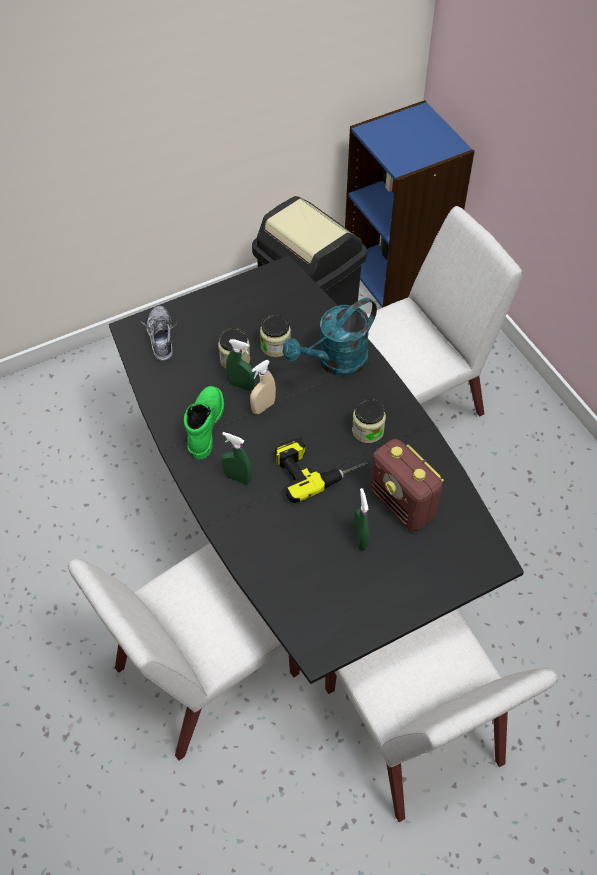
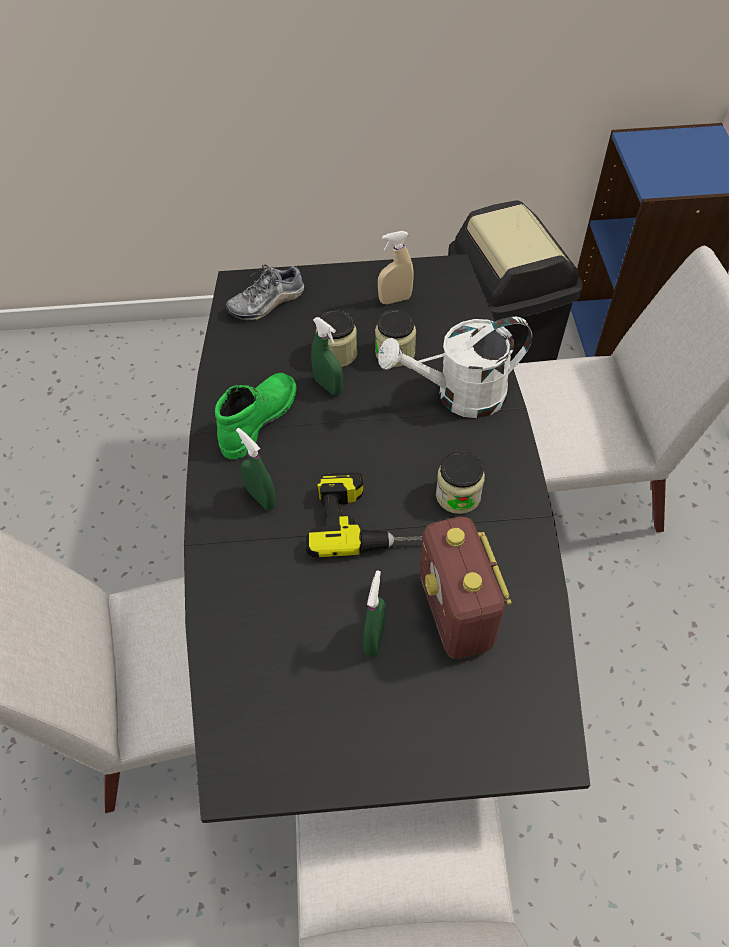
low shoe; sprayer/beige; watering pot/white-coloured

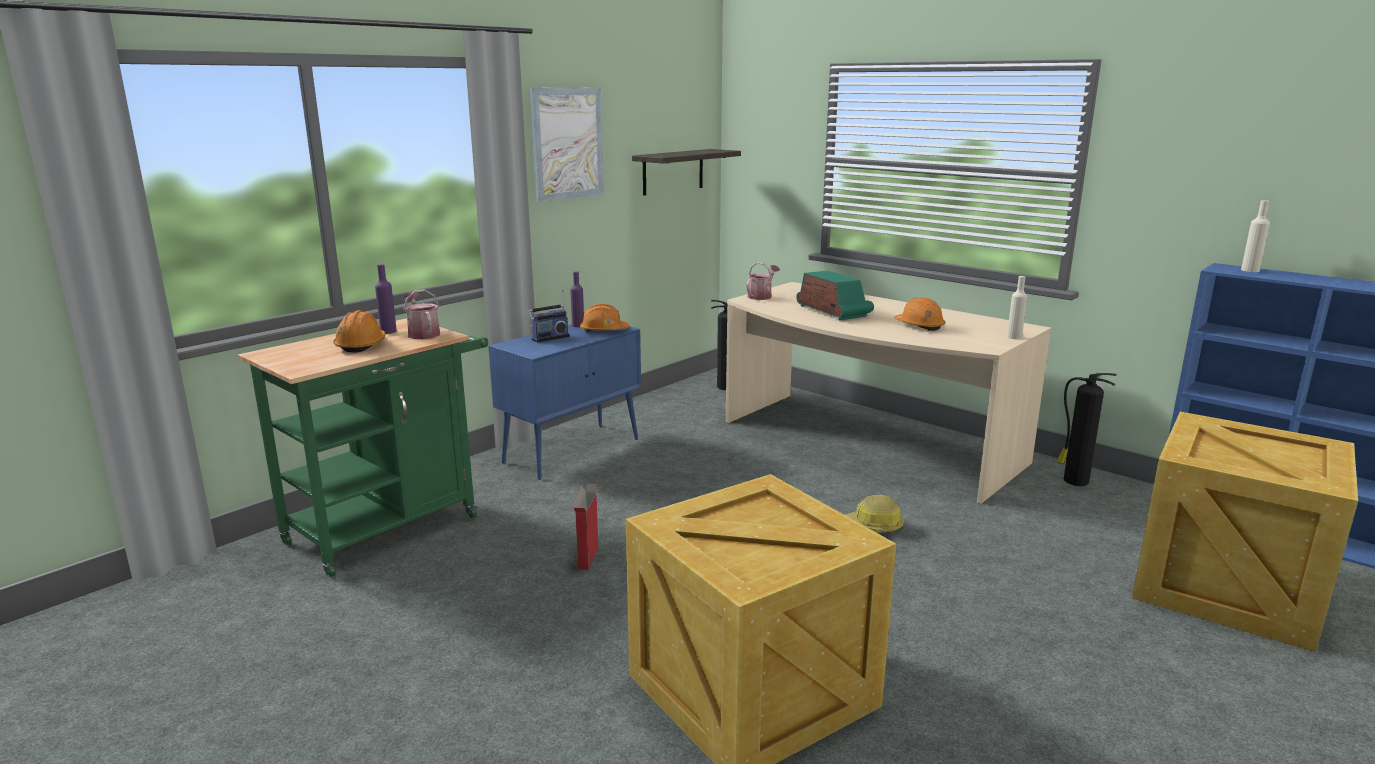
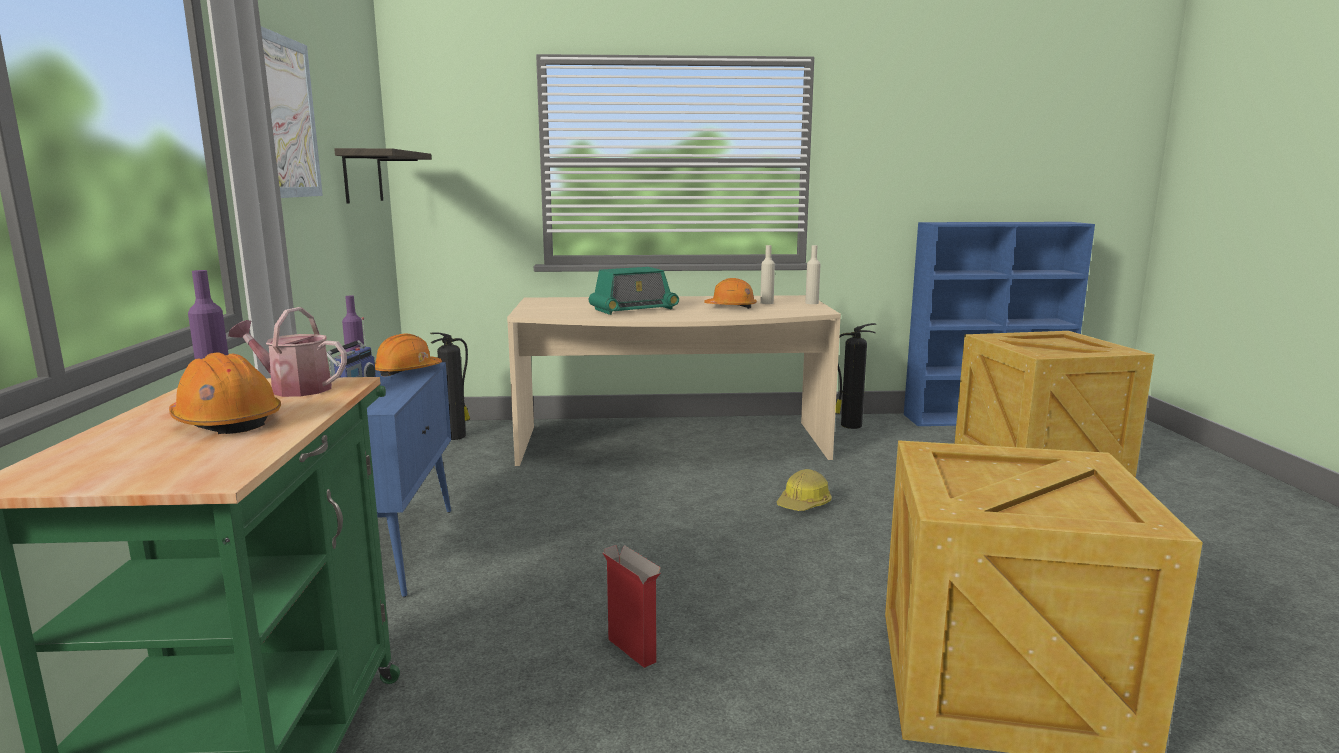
watering pot (2nd from left in the first image); radio receiver (2nd from left); beverage bottle/beige (1st from left)

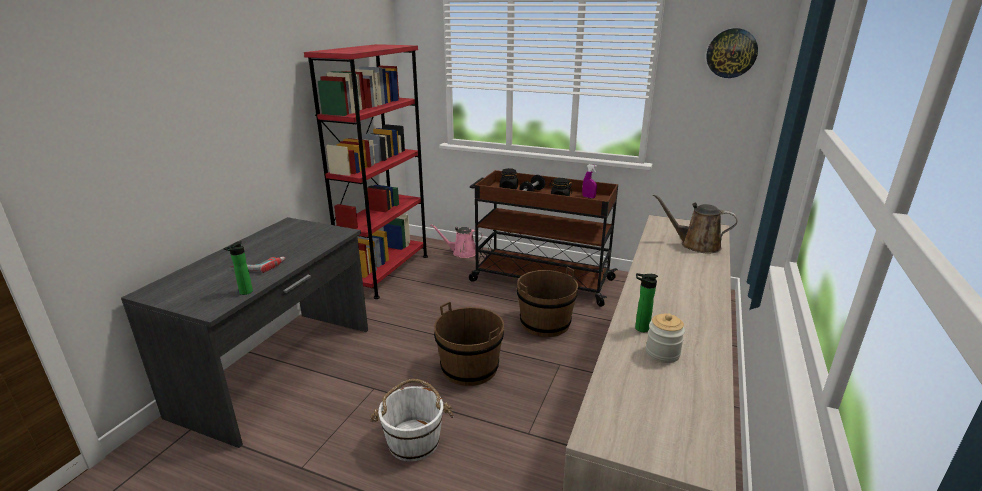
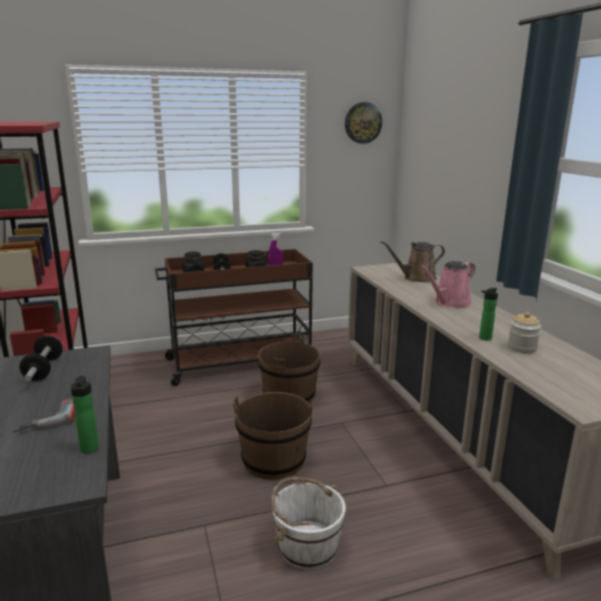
watering pot/pink-coloured; free weight (1st from left)

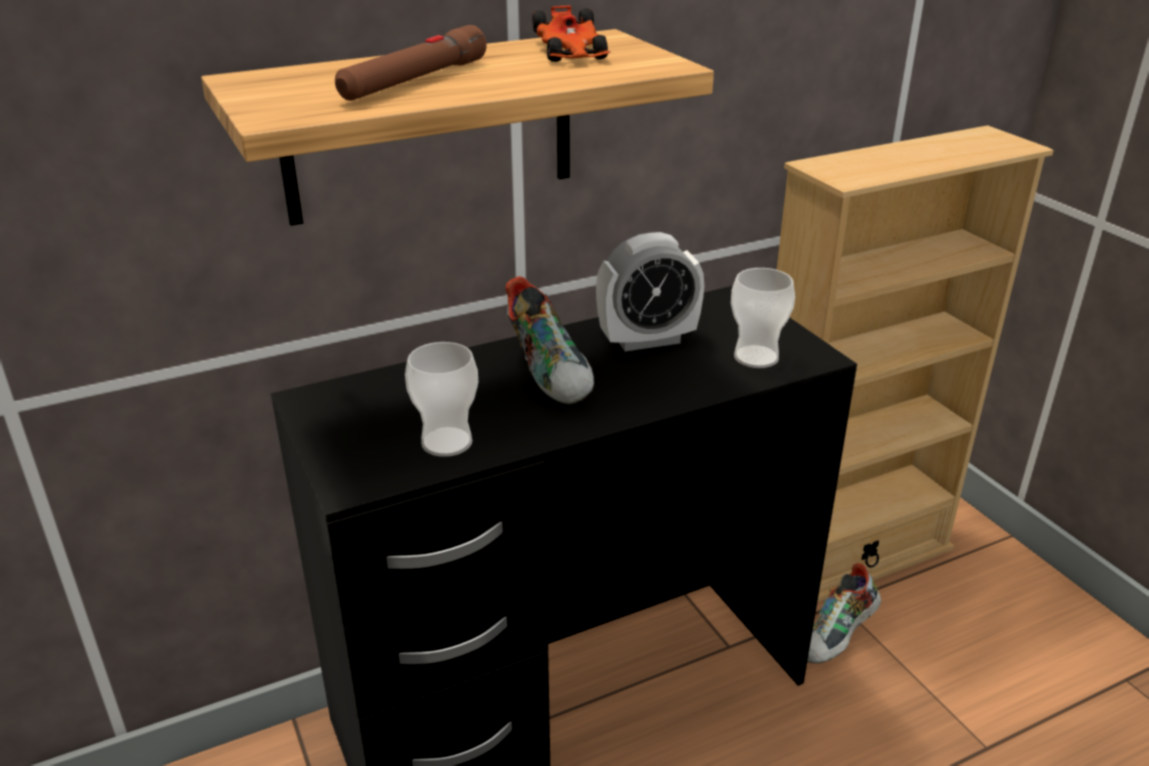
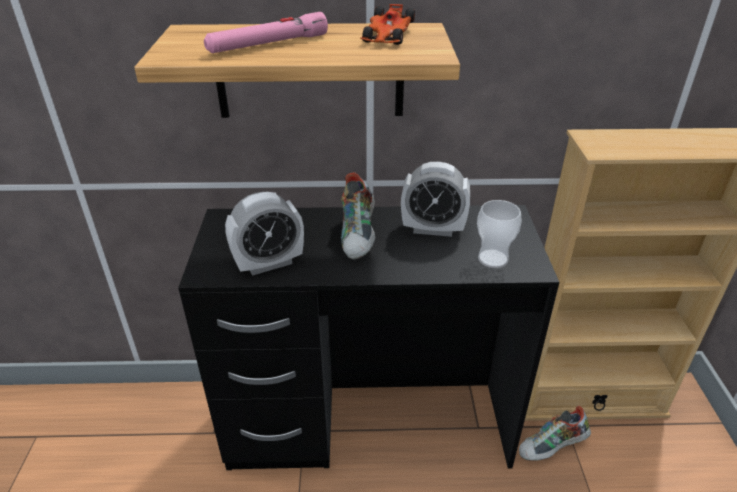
flashlight/pink-coloured; bedside clock (1st from left)

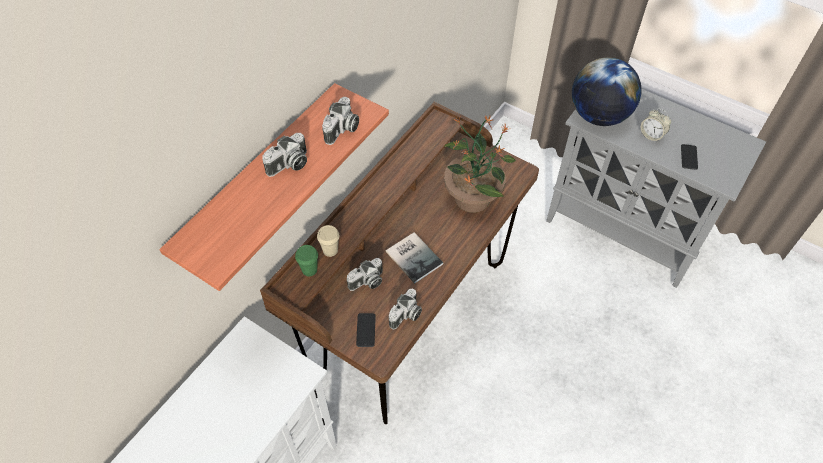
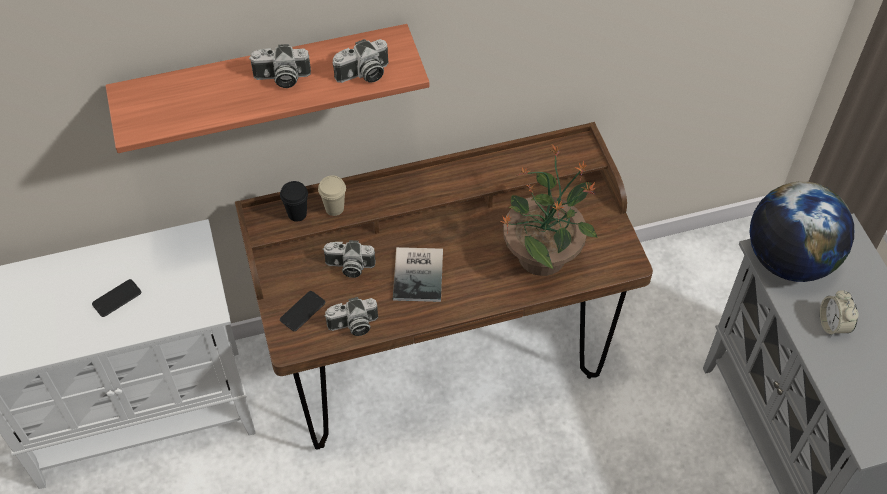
drinking cup/black-coloured; telephone (1st from left)

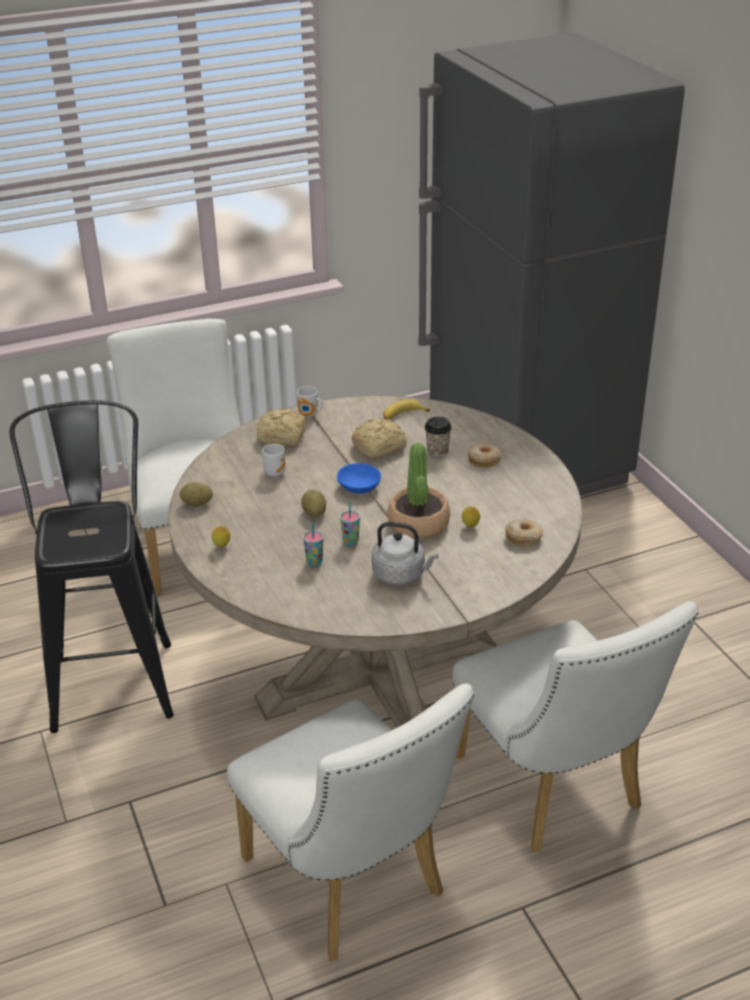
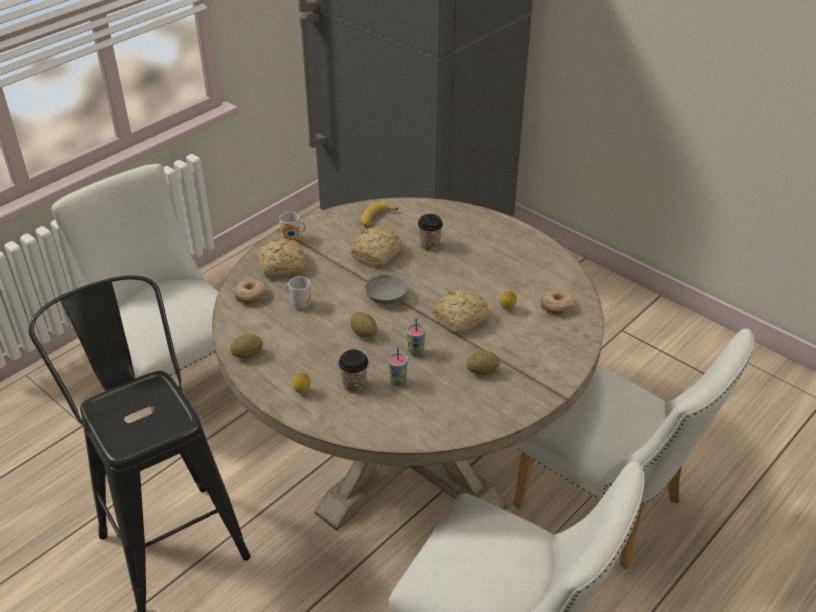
deep dish/gray; whole potato (3rd from left); bread (3rd from left); doughnut (1st from left); drinking cup (1st from left)

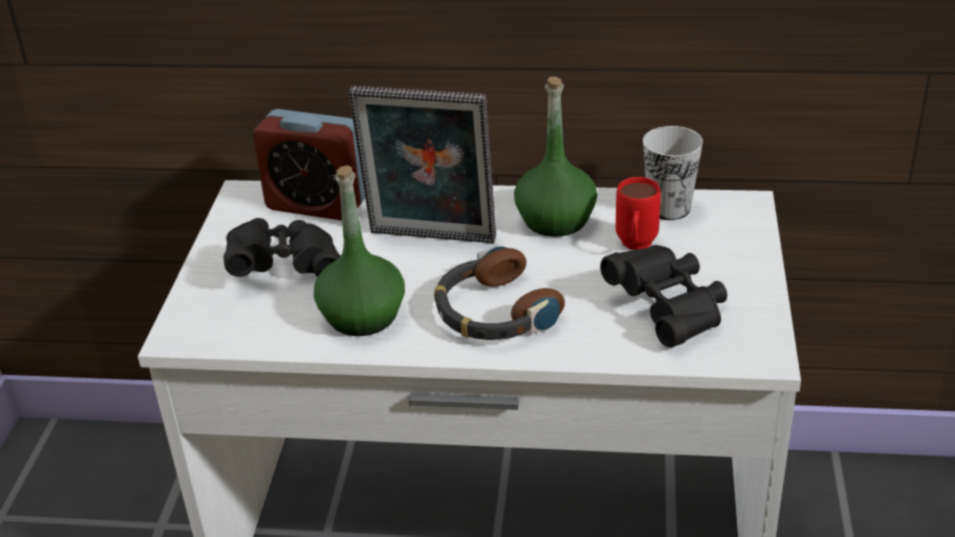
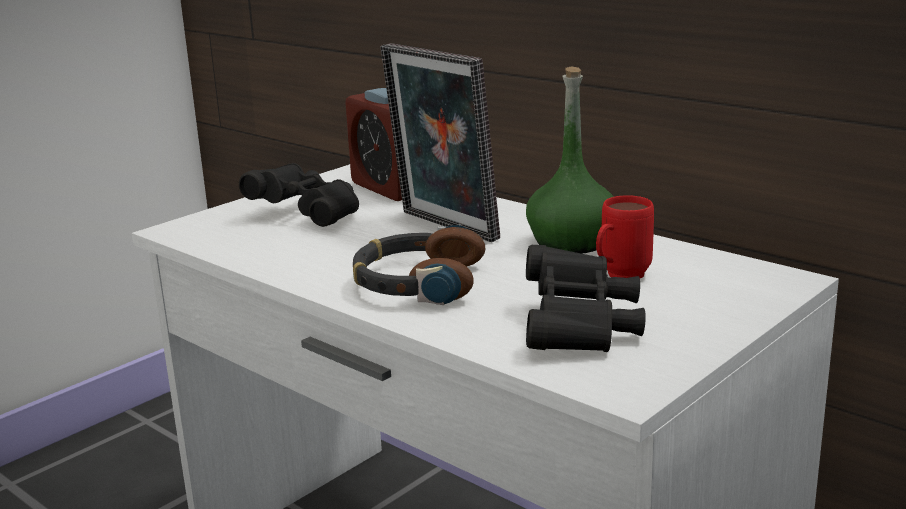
beverage bottle/green-coloured (1st from left in the first image); drinking cup

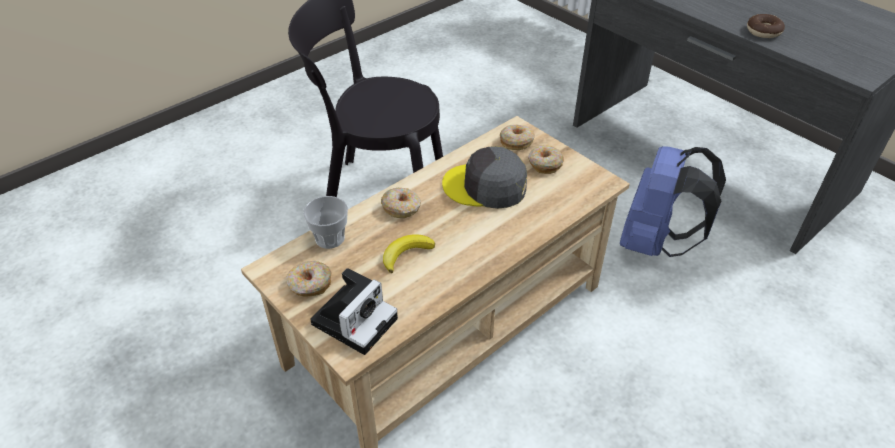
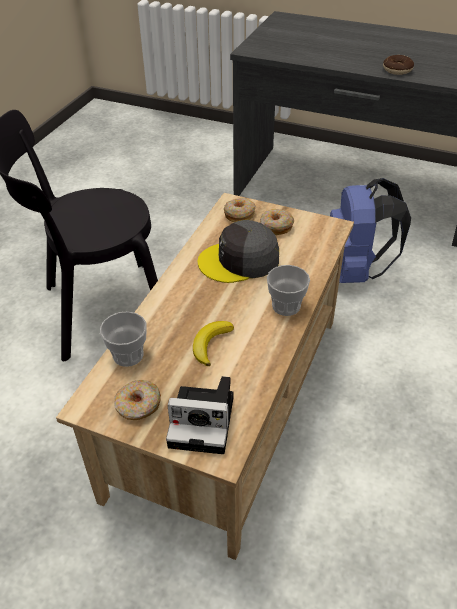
still camera; doughnut (2nd from left in the first image); drinking cup (2nd from left)

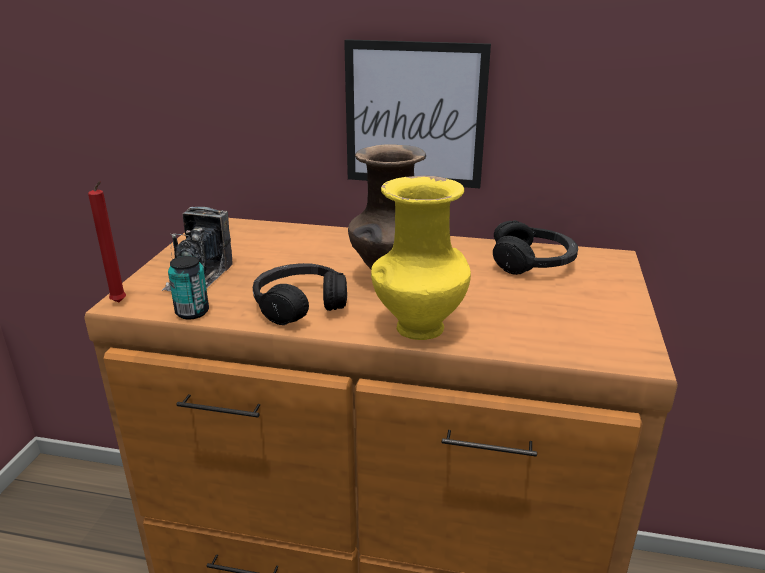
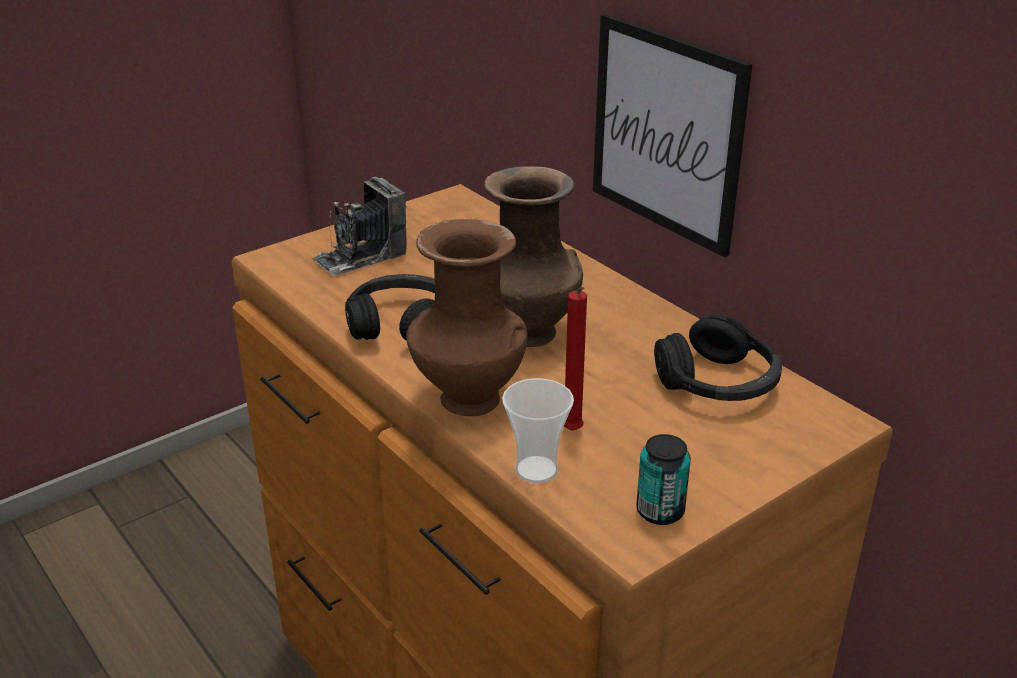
wax light/red-coloured; metal can; vase/brownish (1st from left); drinking cup

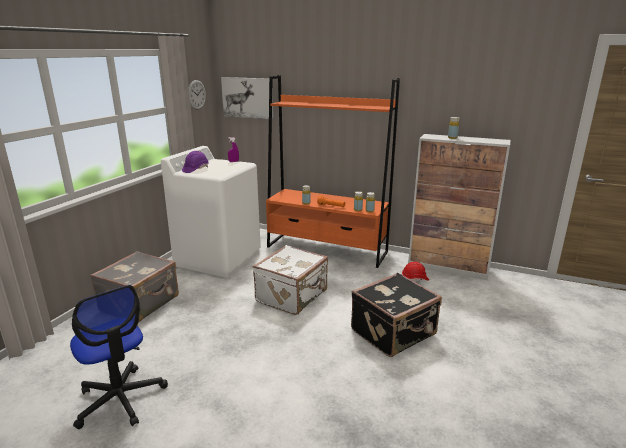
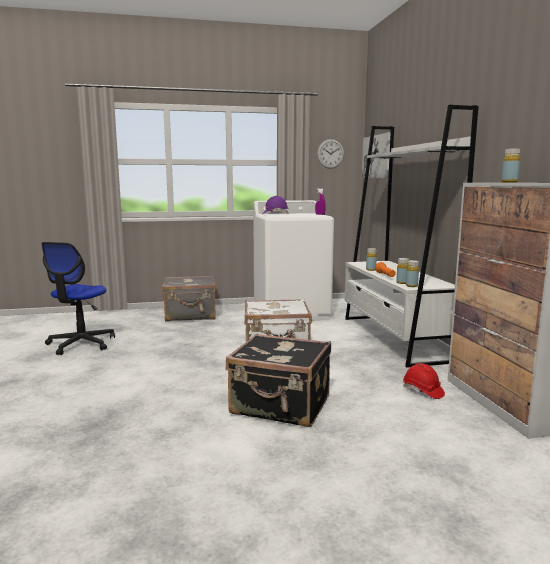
shelving unit/white-coloured

